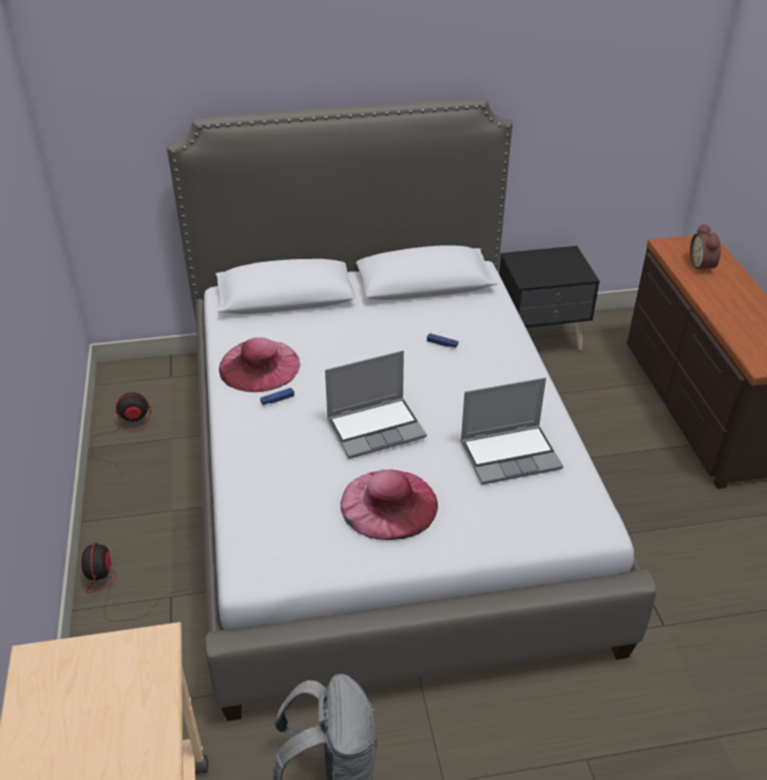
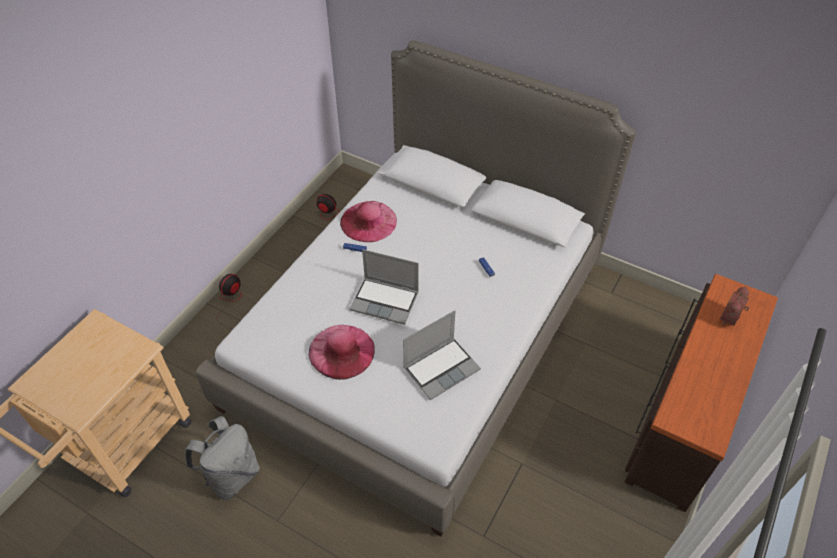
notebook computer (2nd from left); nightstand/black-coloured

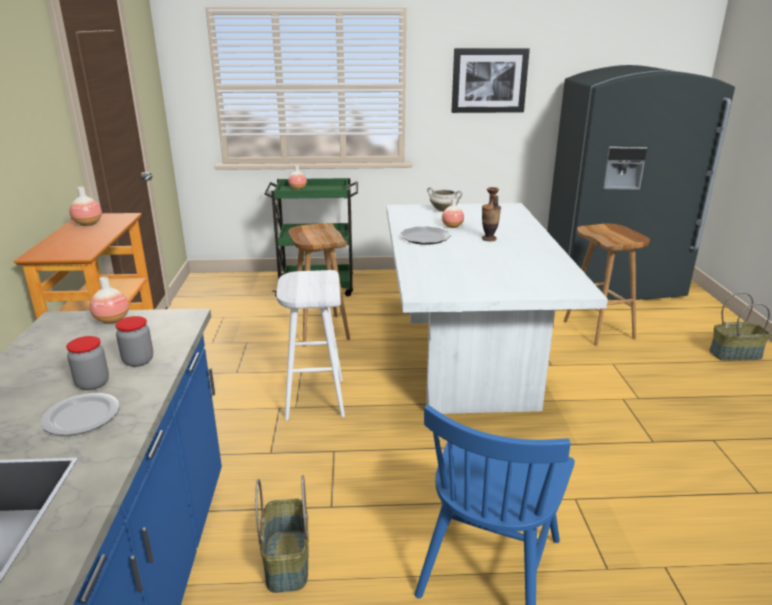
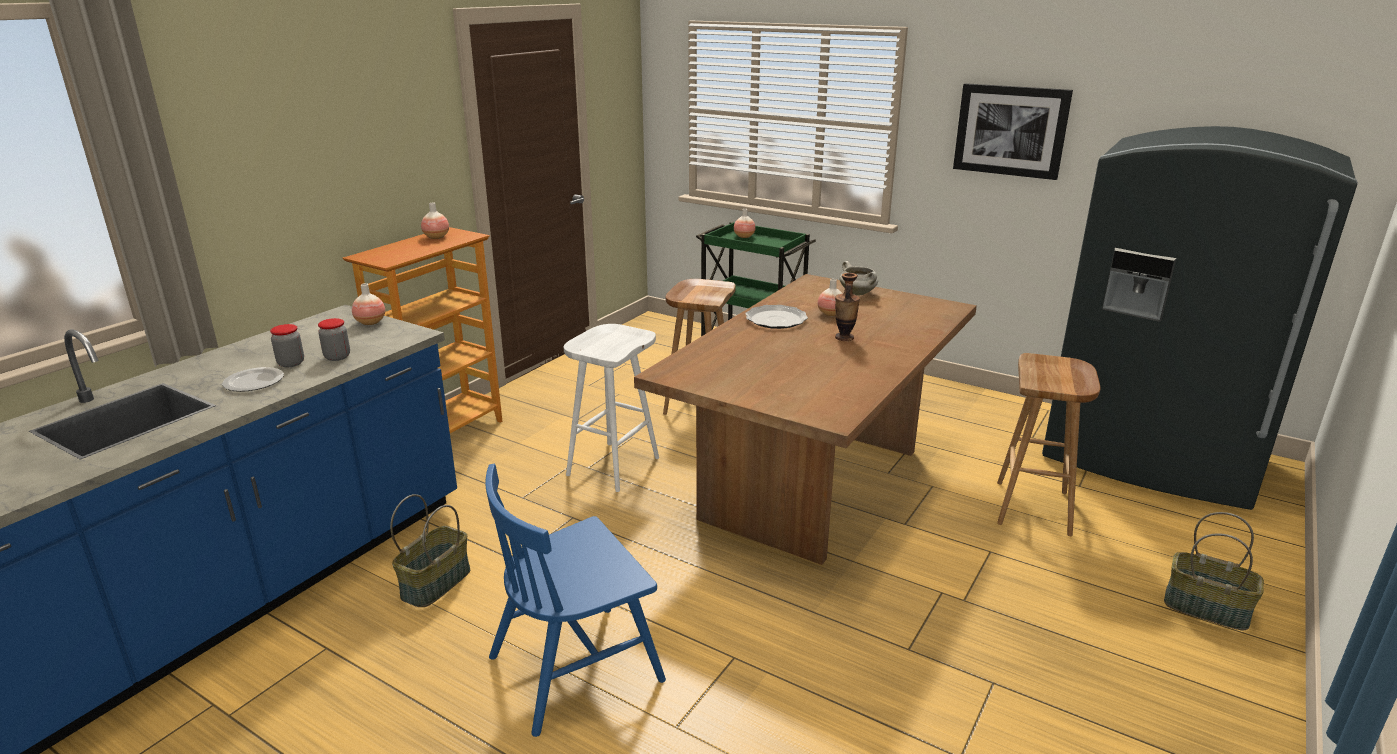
dinner table/brownish

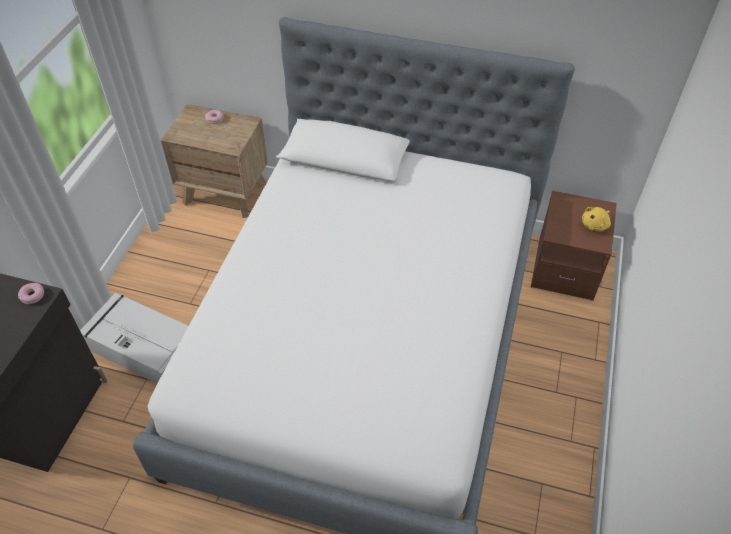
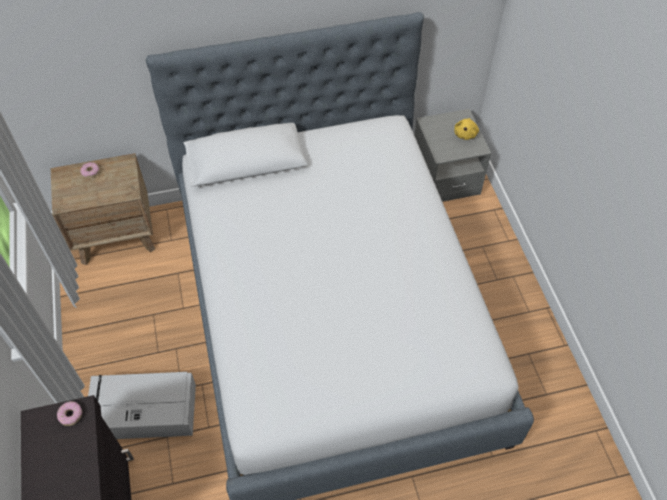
nightstand/gray

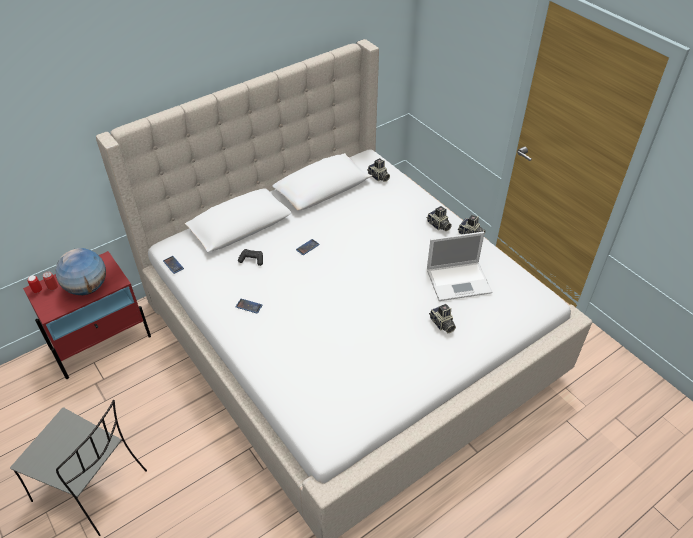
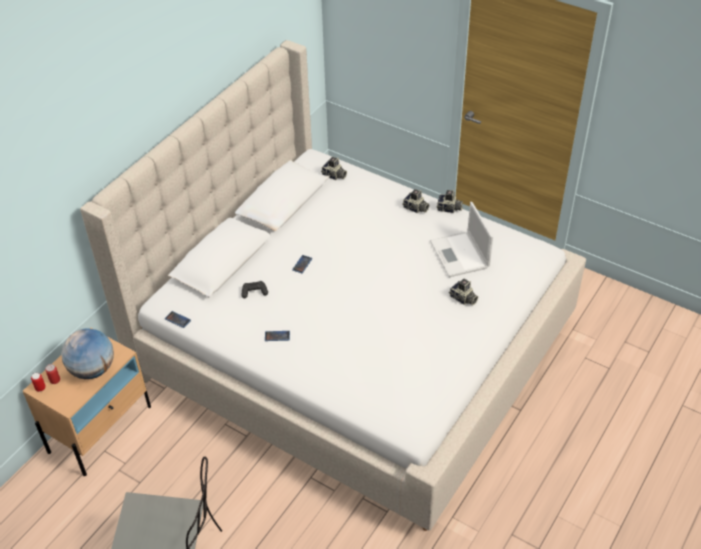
nightstand/beige; notebook computer

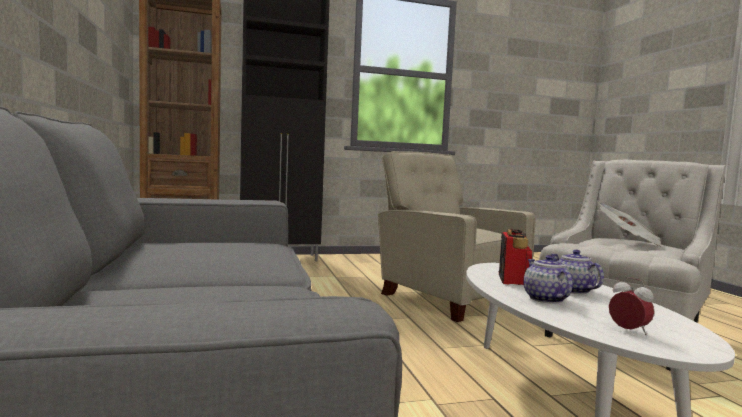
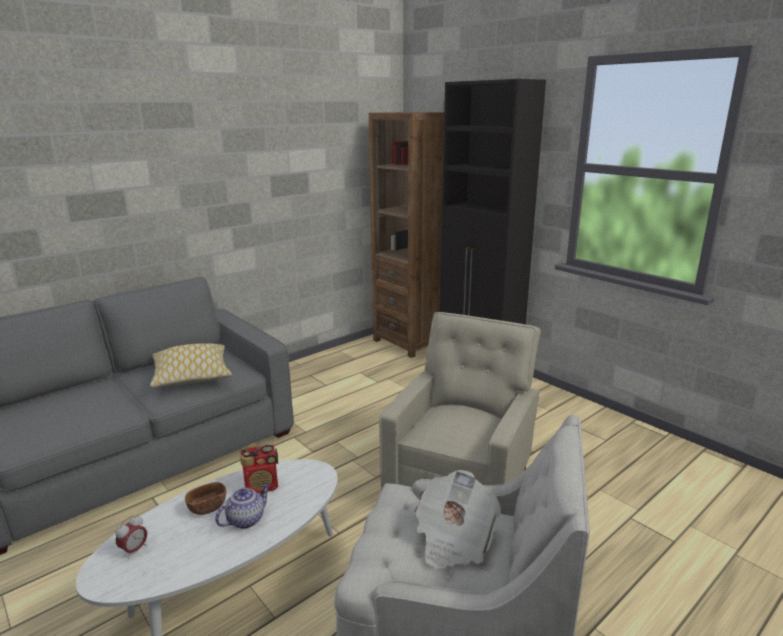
deep dish/brownish; cushion

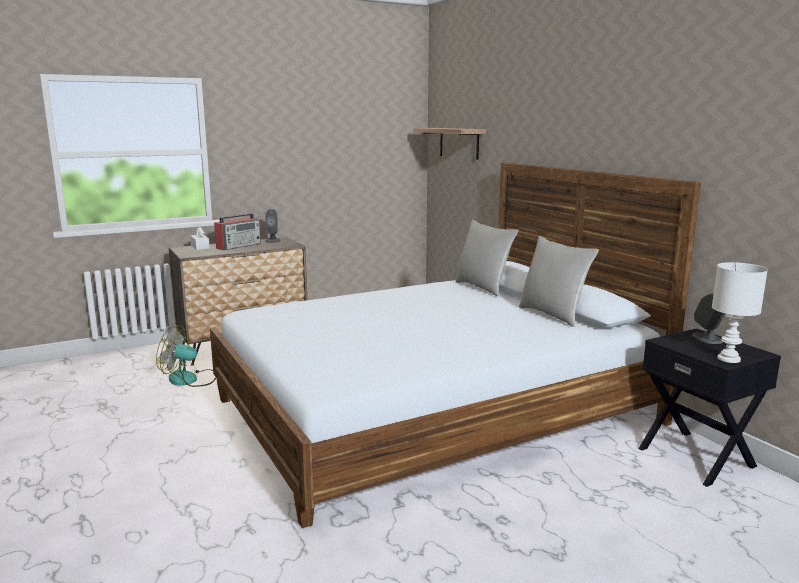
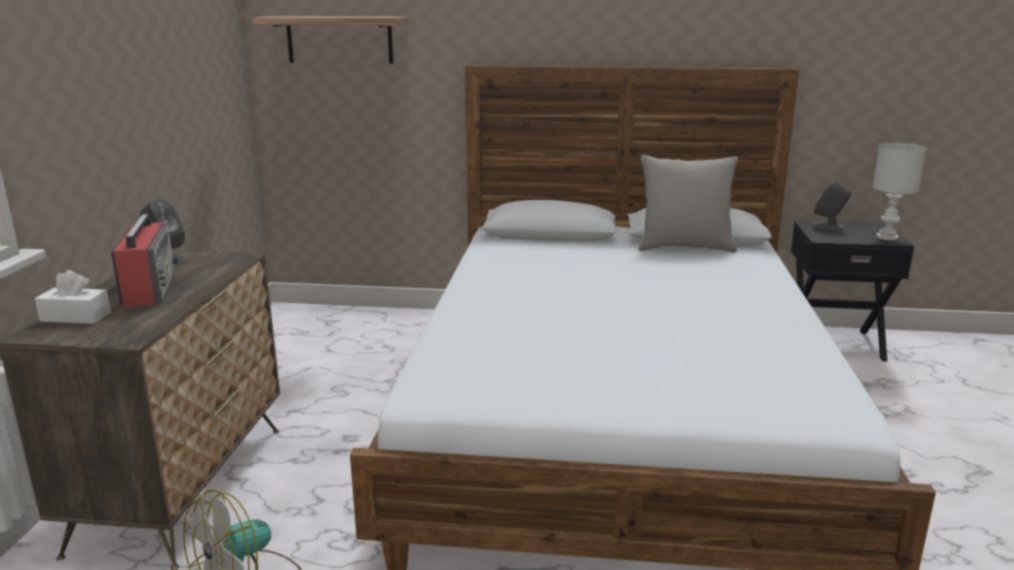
cushion/gray (1st from left in the first image)

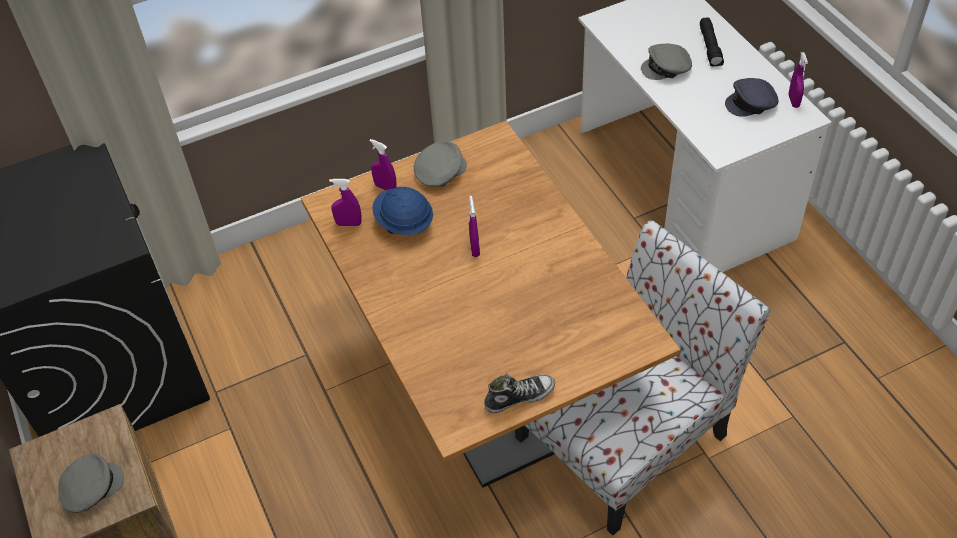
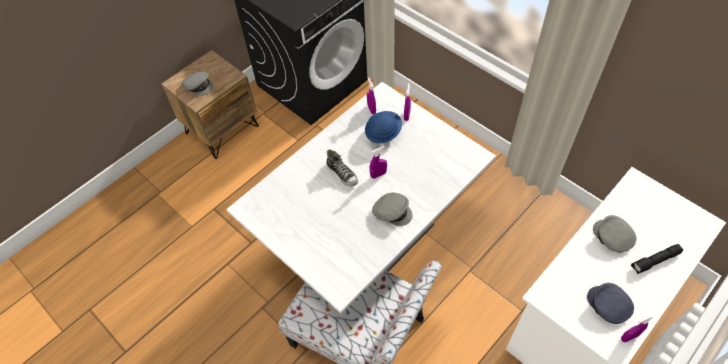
dinner table/white-coloured; cap/gray (2nd from left); low shoe

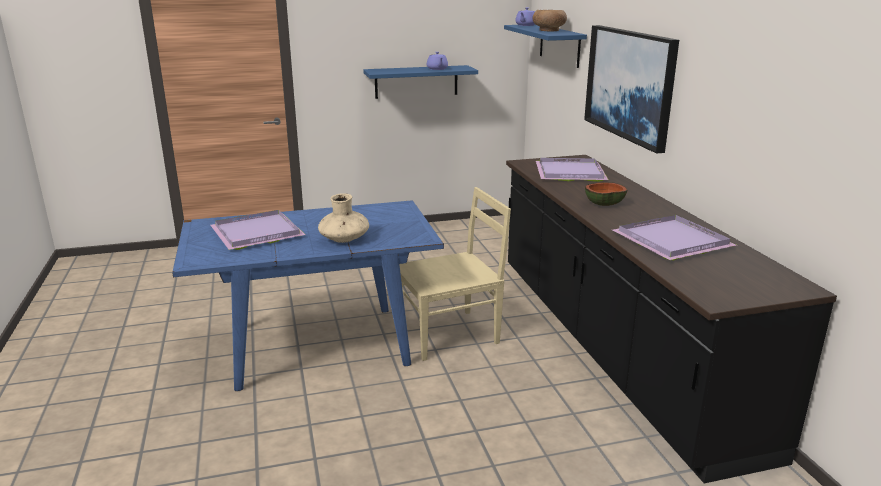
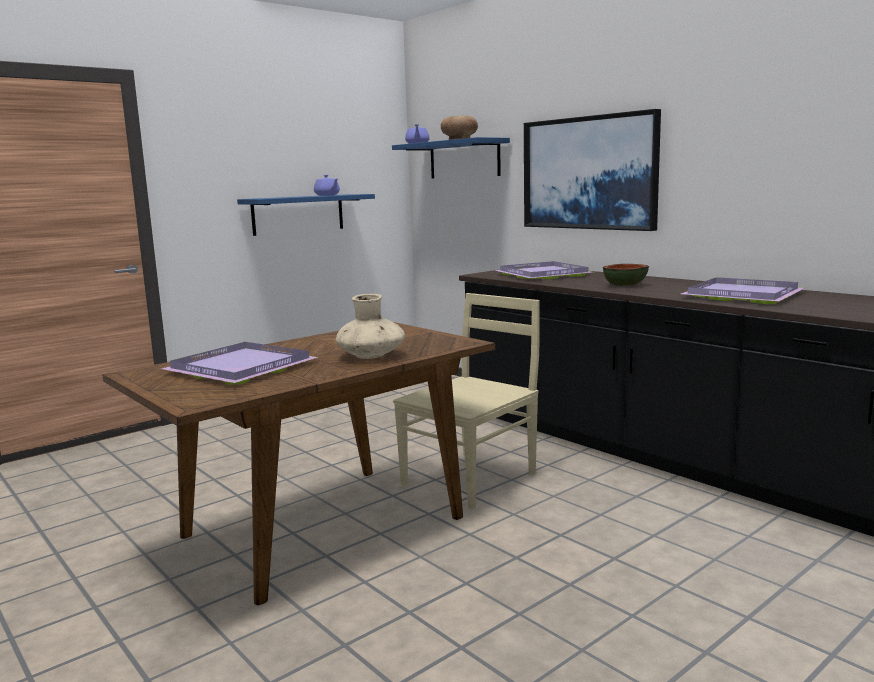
dinner table/brownish

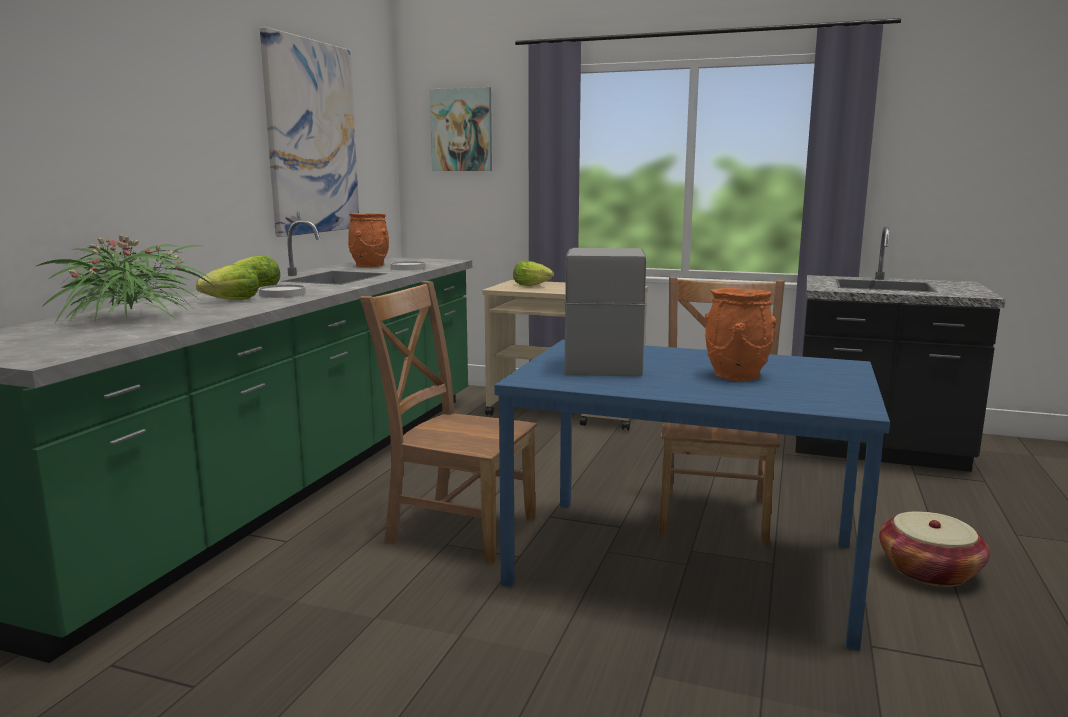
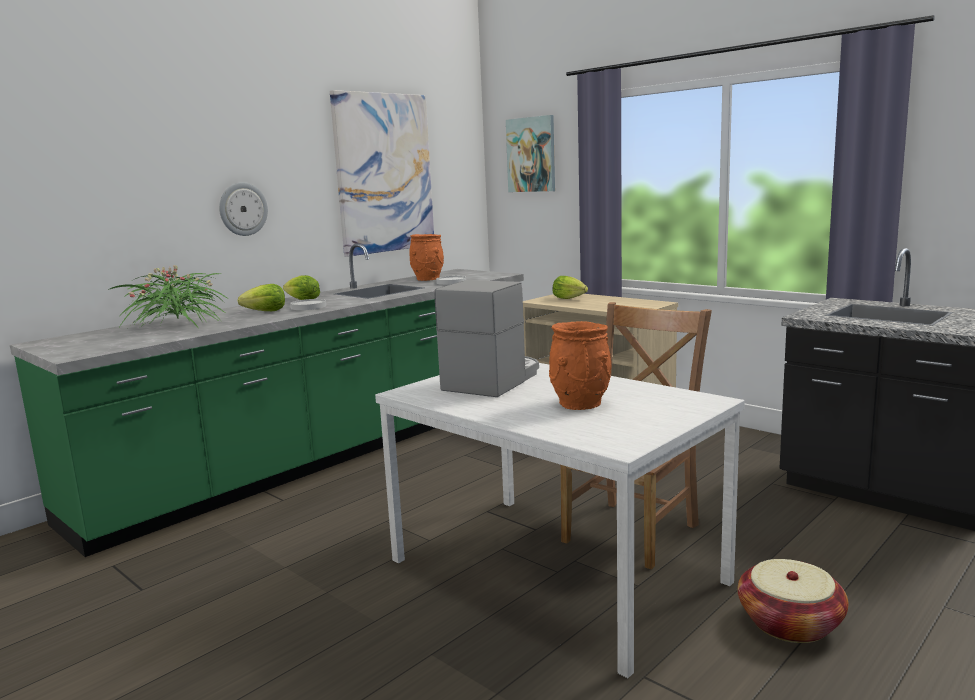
upright chair/brownish (1st from left in the first image); dinner table/white-coloured; clock on the wall

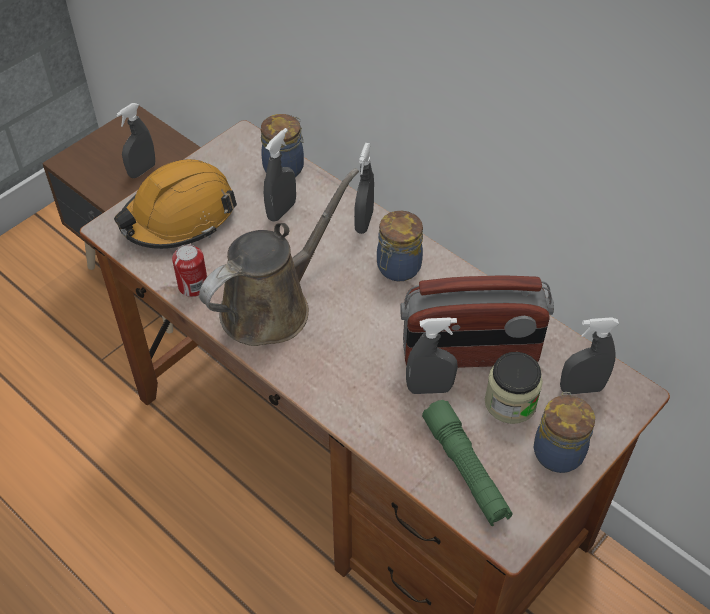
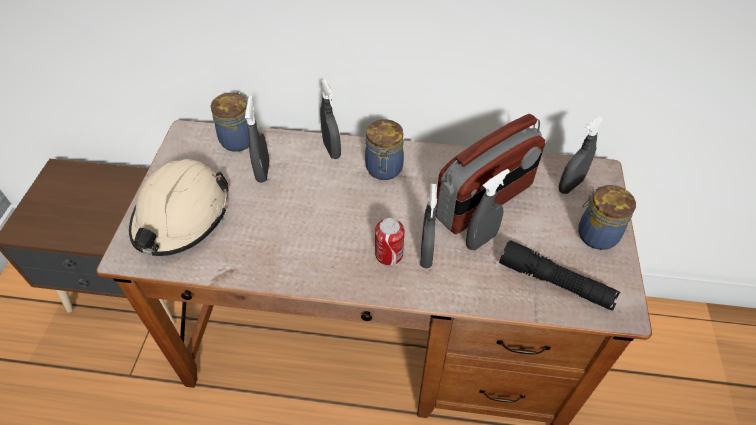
safety helmet/beige; sprayer/gray (3rd from left); metal can; watering pot/brownish; flashlight/black-coloured; storage jar (3rd from left in the first image)

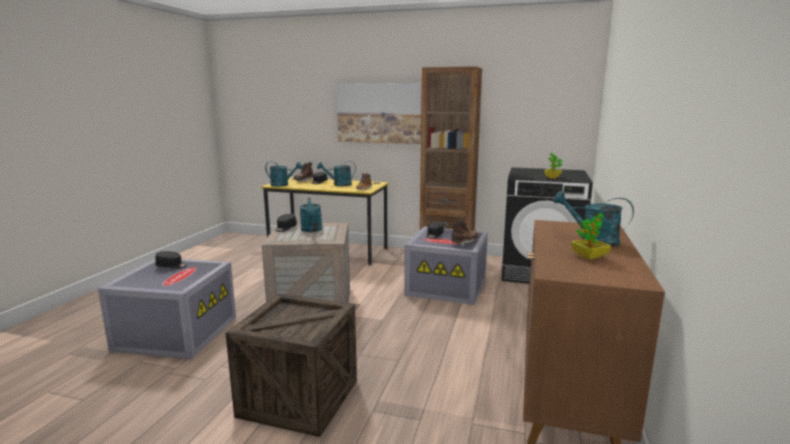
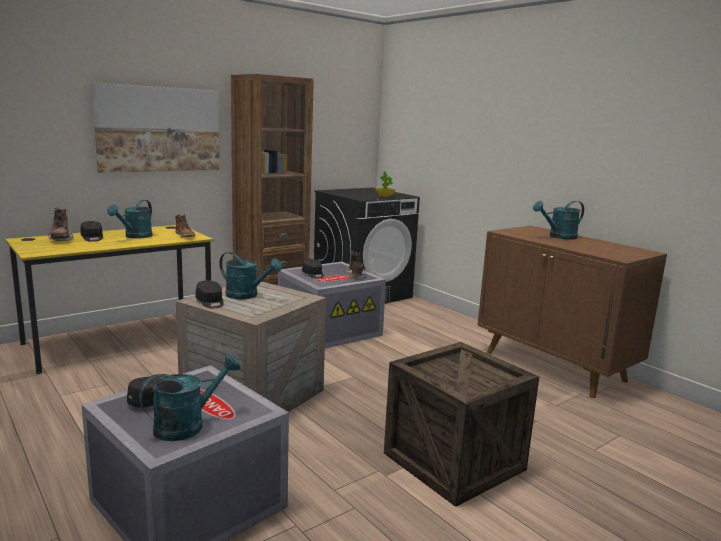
watering pot/blue-green (2nd from left); plant in a pot (2nd from left in the first image)

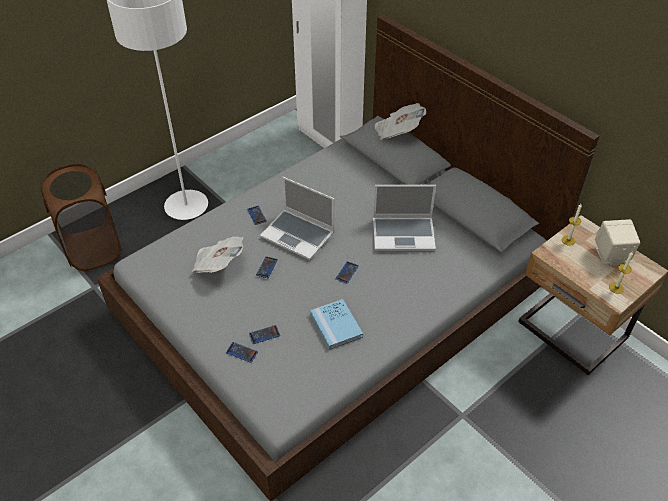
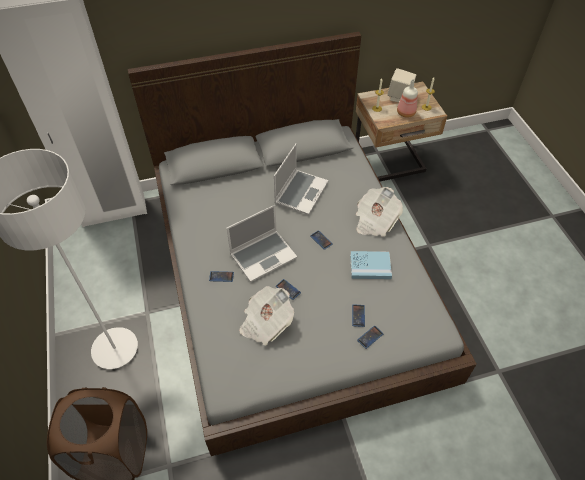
printed paper (2nd from left); beverage bottle

